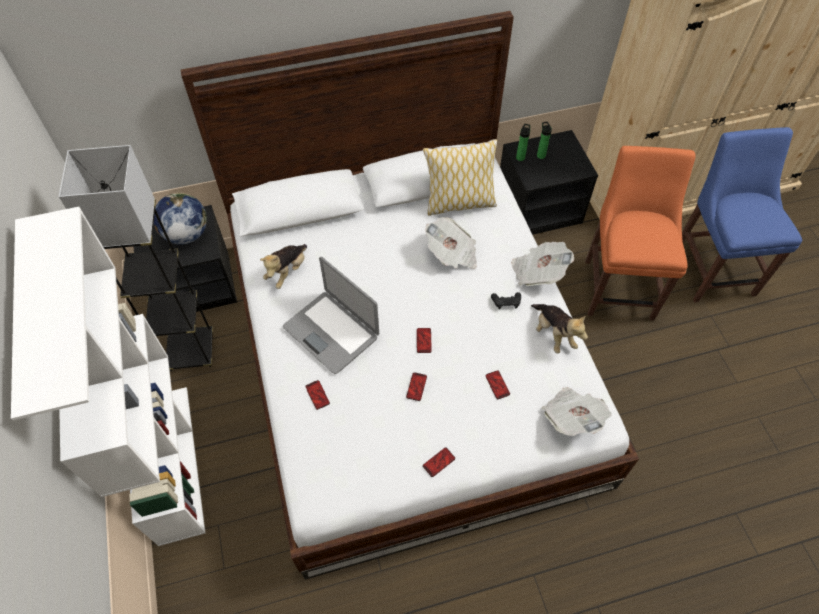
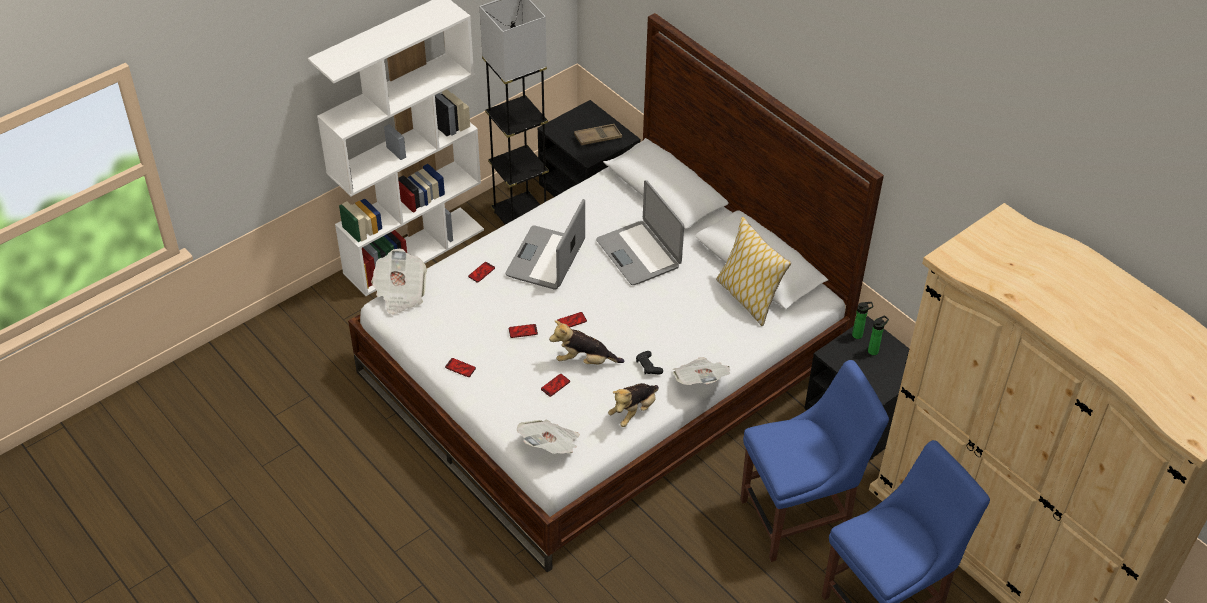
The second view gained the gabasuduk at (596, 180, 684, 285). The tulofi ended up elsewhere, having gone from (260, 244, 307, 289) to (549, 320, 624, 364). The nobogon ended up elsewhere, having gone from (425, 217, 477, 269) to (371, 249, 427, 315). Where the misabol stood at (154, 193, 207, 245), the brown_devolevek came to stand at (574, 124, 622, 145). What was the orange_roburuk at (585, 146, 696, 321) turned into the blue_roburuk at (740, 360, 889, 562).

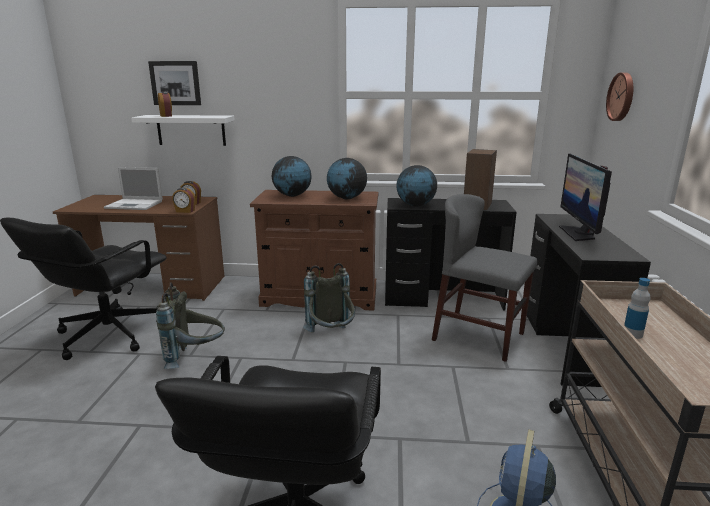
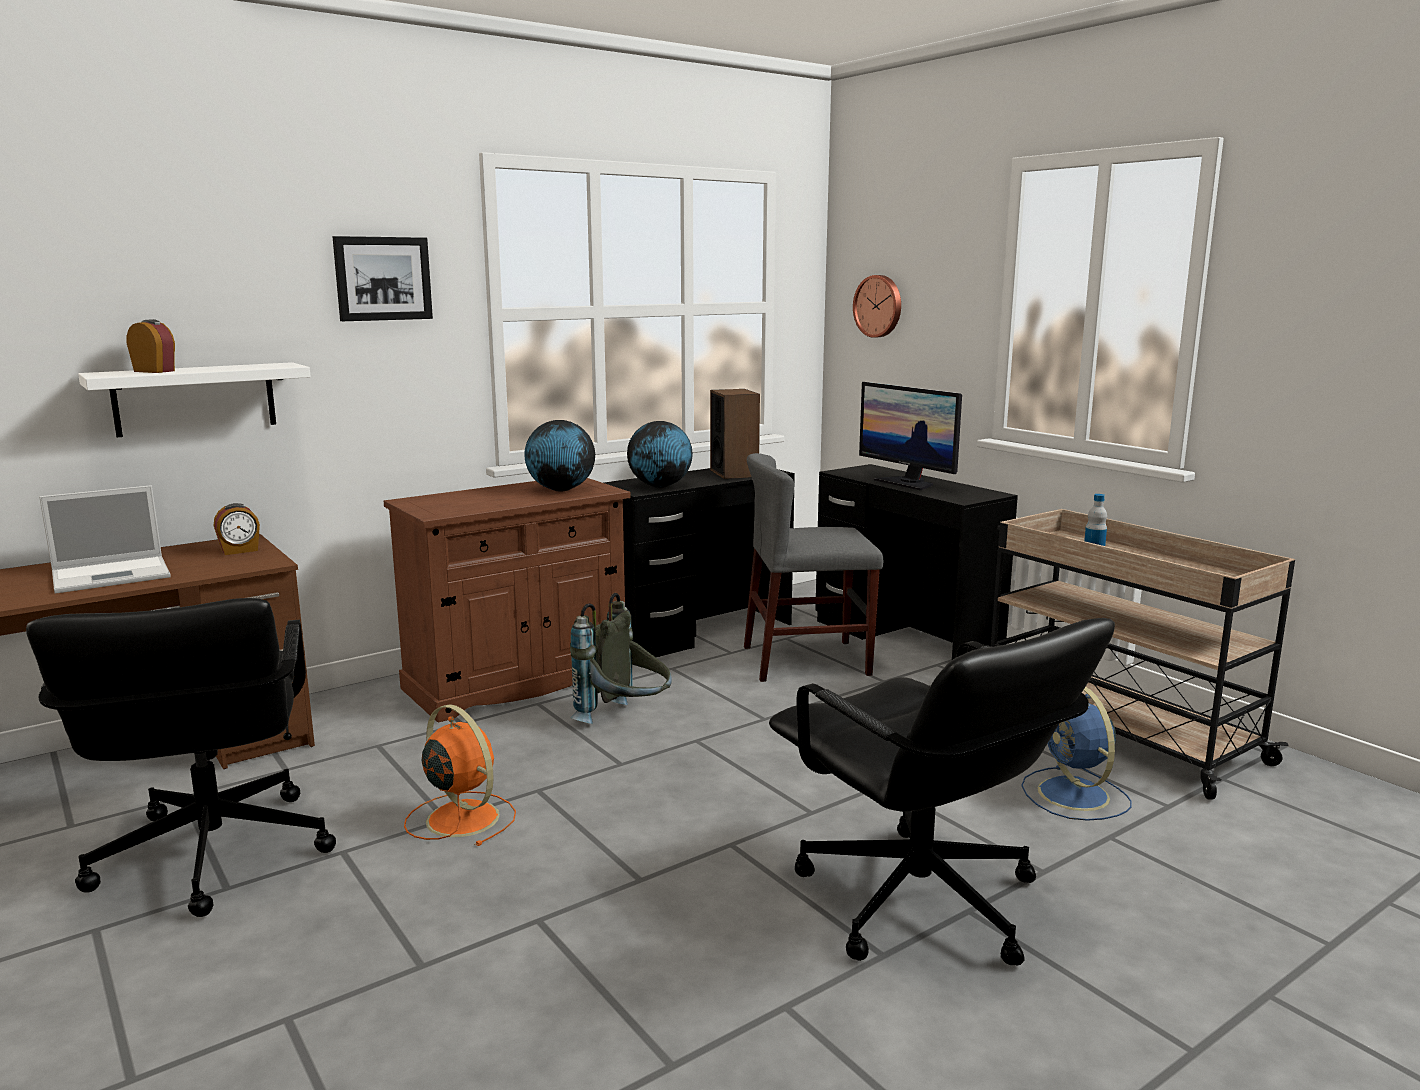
The second view lost the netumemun at (172, 188, 195, 213). The second view lost the misabol at (272, 156, 312, 197). The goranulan ended up elsewhere, having gone from (148, 61, 201, 105) to (332, 236, 433, 321). Where the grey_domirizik stood at (156, 282, 225, 369), the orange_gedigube came to stand at (404, 704, 516, 846).

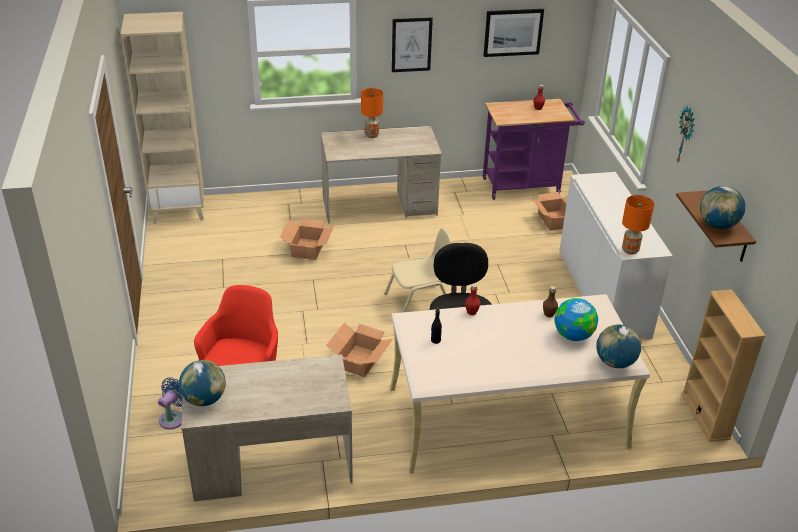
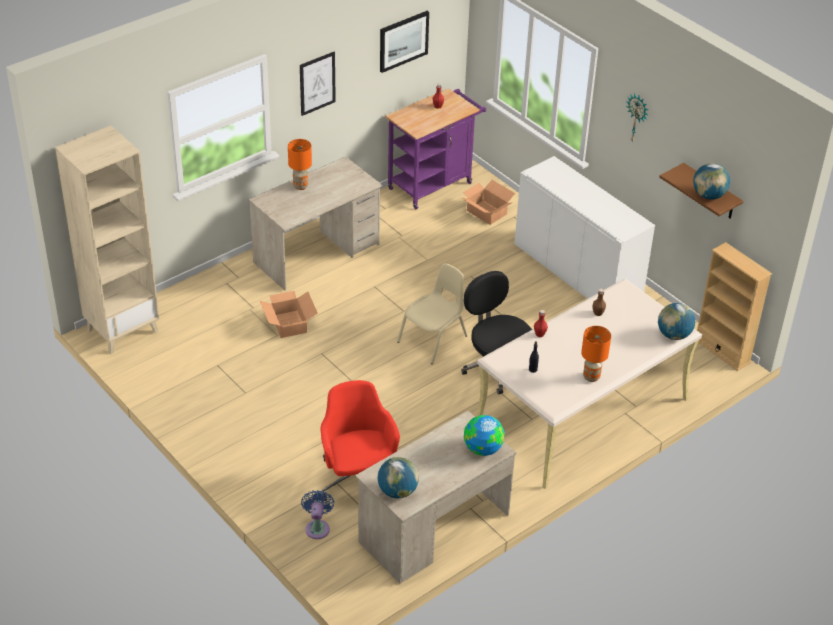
The second view lost the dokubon at (326, 323, 393, 377). The misabol ended up elsewhere, having gone from (554, 298, 598, 341) to (464, 415, 504, 456). The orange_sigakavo ended up elsewhere, having gone from (622, 195, 654, 254) to (581, 326, 611, 382).

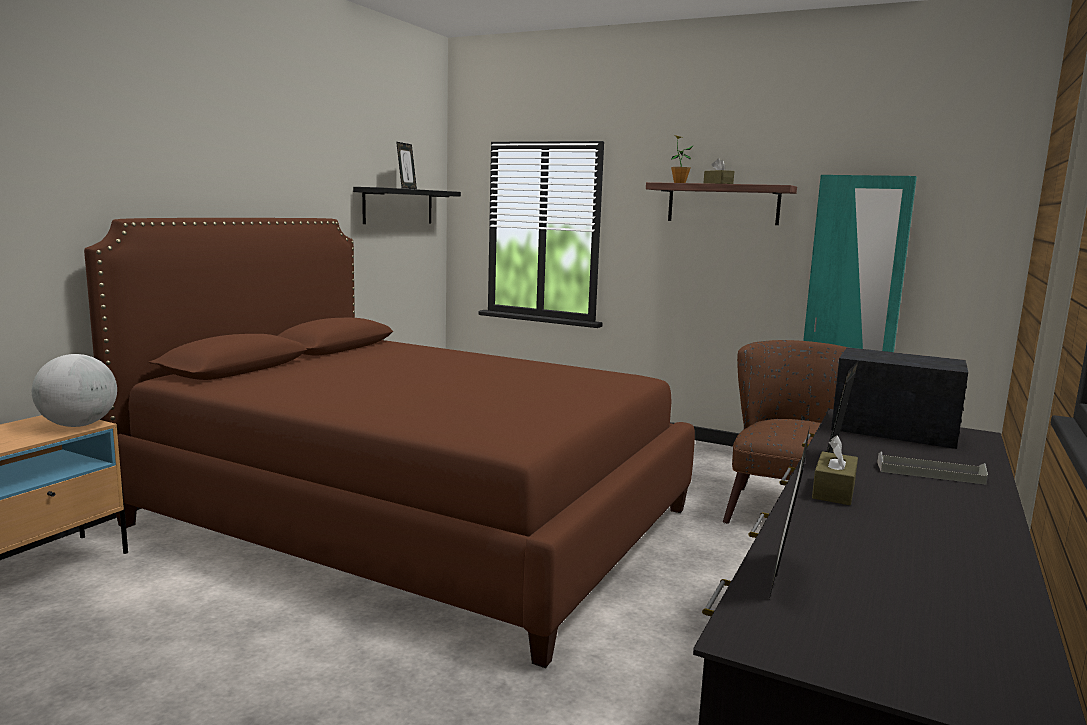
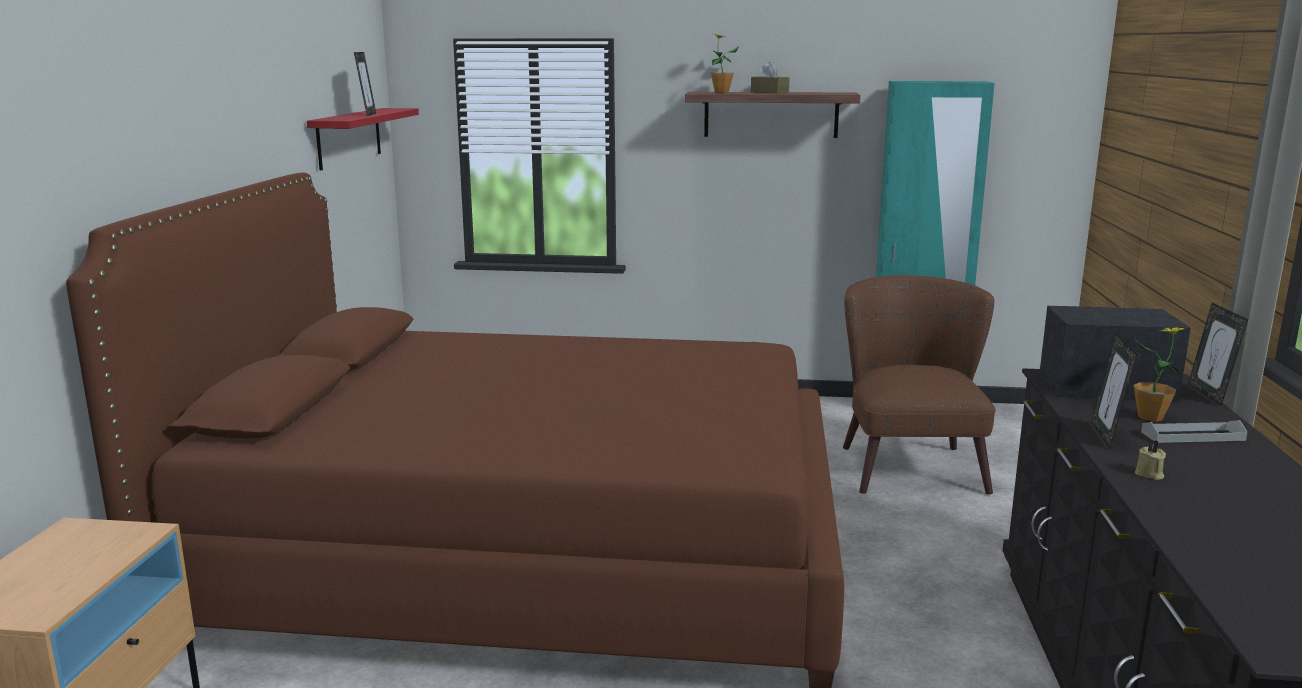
The second view lost the misabol at (32, 354, 117, 427). The second view gained the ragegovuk at (1134, 327, 1188, 422). The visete ended up elsewhere, having gone from (769, 426, 810, 599) to (1188, 303, 1248, 406). Where the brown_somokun stood at (812, 436, 858, 505), the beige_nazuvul came to stand at (1135, 439, 1166, 480). What was the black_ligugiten at (353, 187, 461, 224) turned into the red_ligugiten at (307, 108, 419, 171).

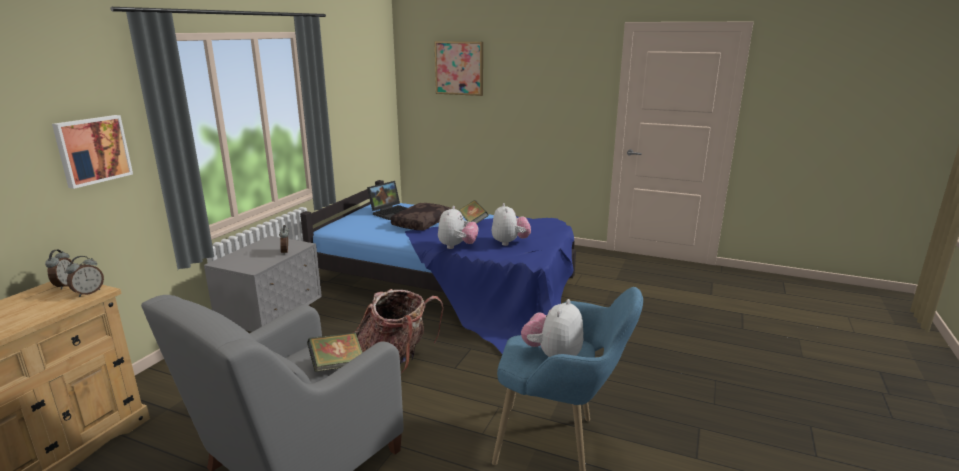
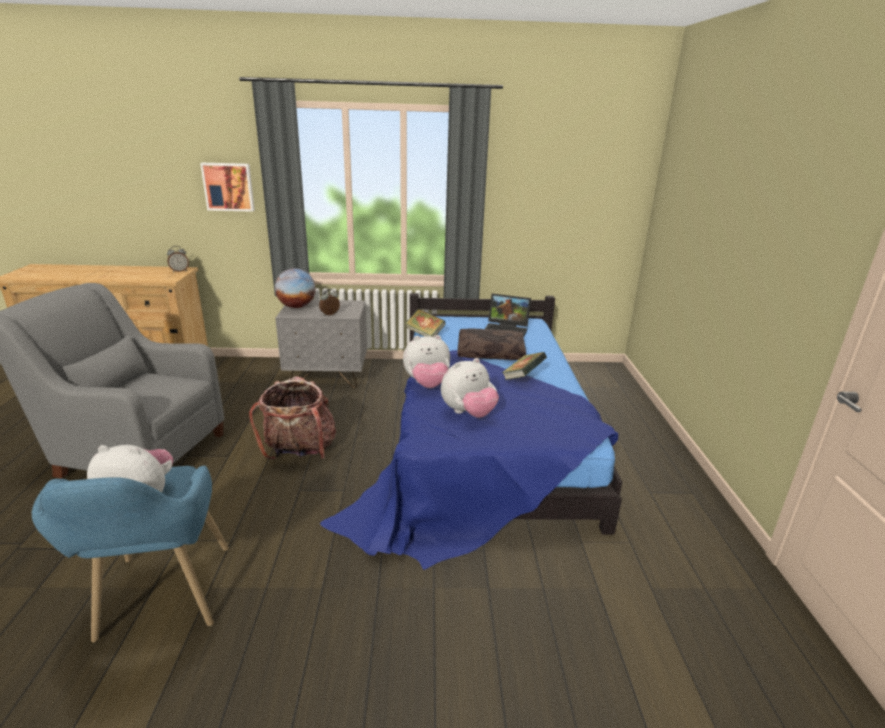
The second view lost the netumemun at (66, 256, 104, 297). The second view lost the goranulan at (434, 41, 483, 96). The second view gained the misabol at (275, 268, 316, 308). The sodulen ended up elsewhere, having gone from (307, 332, 363, 372) to (405, 309, 446, 337).

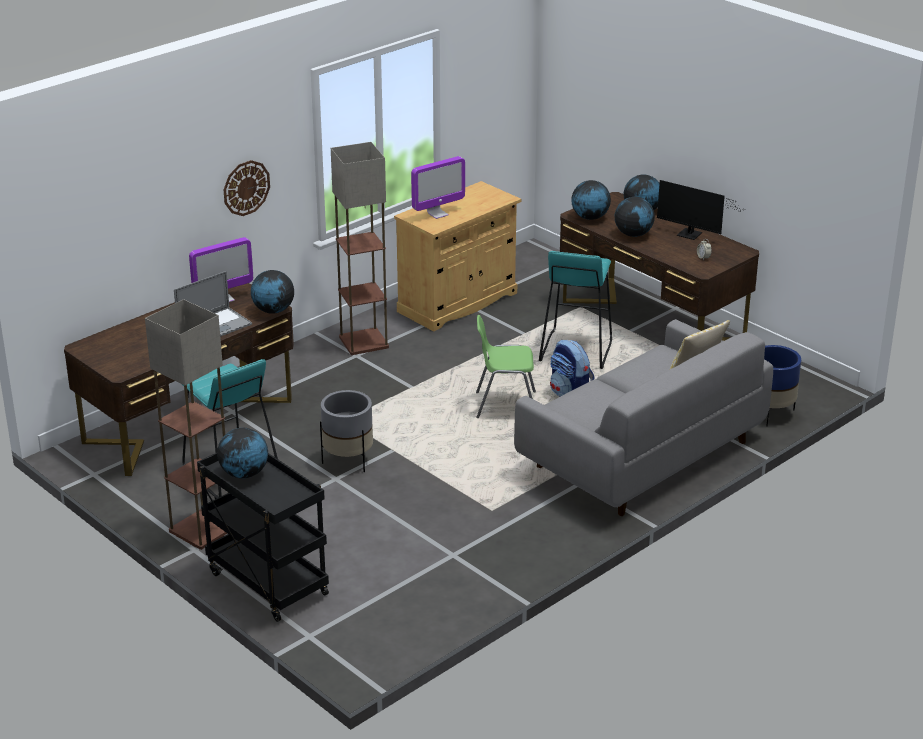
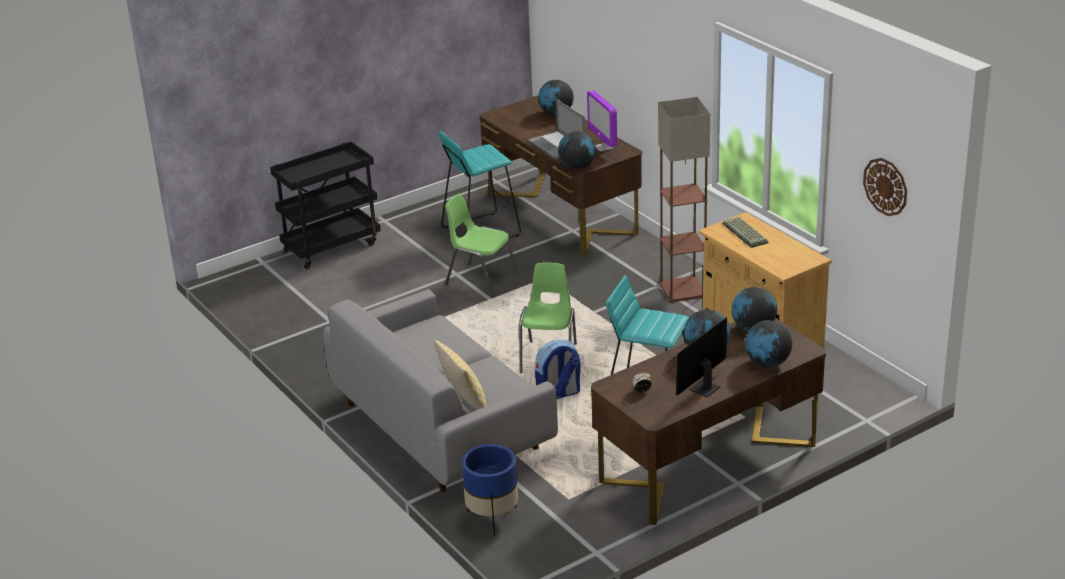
The second view lost the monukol at (145, 299, 229, 550). The misabol ended up elsewhere, having gone from (217, 428, 268, 478) to (538, 80, 574, 115). The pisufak ended up elsewhere, having gone from (223, 160, 270, 216) to (863, 158, 907, 216). Where the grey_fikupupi stood at (320, 390, 373, 472), the green_roburuk came to stand at (445, 194, 519, 298). Where the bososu stood at (411, 156, 465, 219), the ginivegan came to stand at (722, 217, 769, 248).

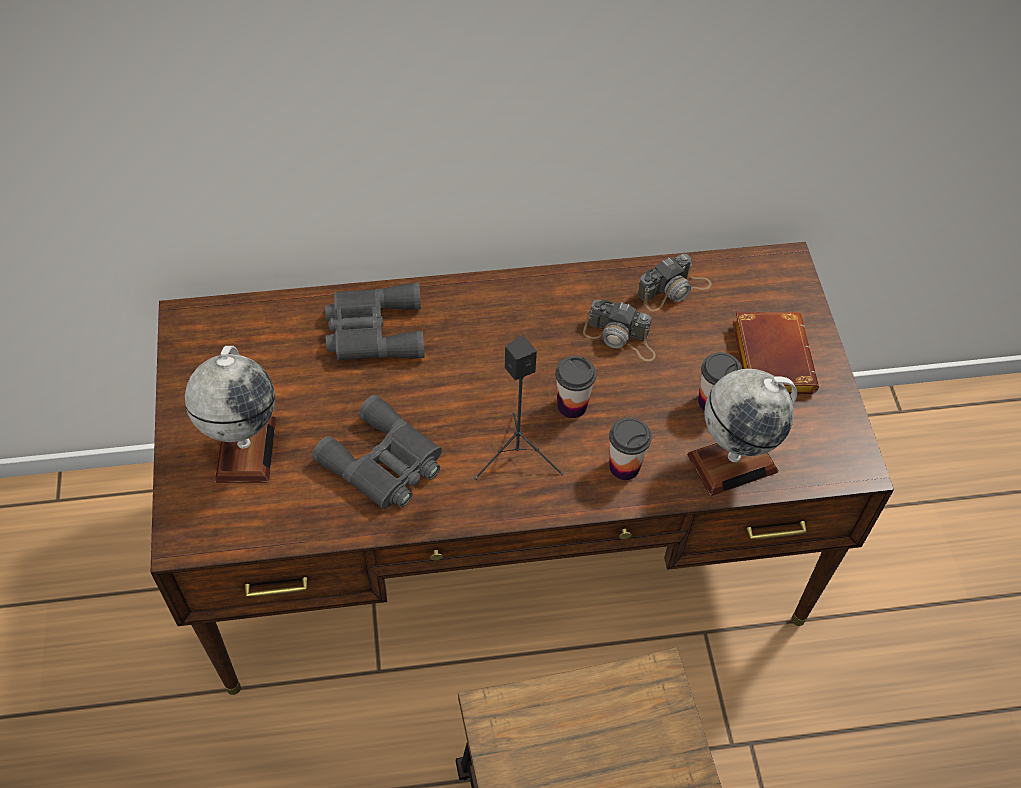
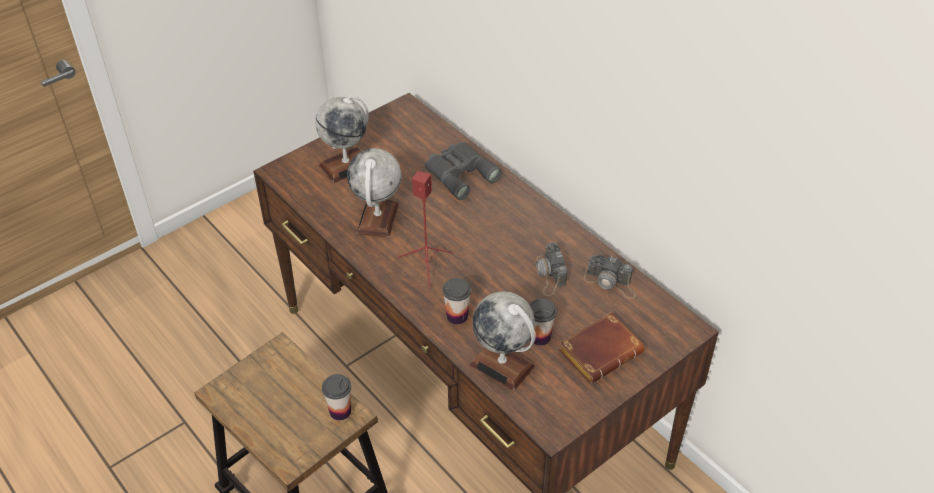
The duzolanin ended up elsewhere, having gone from (555, 356, 596, 418) to (322, 374, 351, 420). Where the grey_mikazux stood at (312, 395, 442, 509), the misabol came to stand at (347, 148, 401, 237). What was the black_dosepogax at (474, 335, 563, 480) turned into the red_dosepogax at (397, 171, 455, 292).

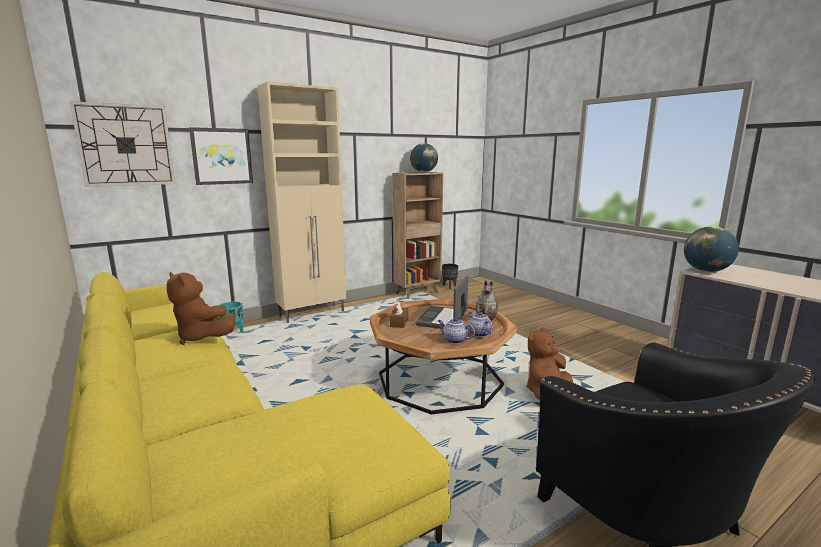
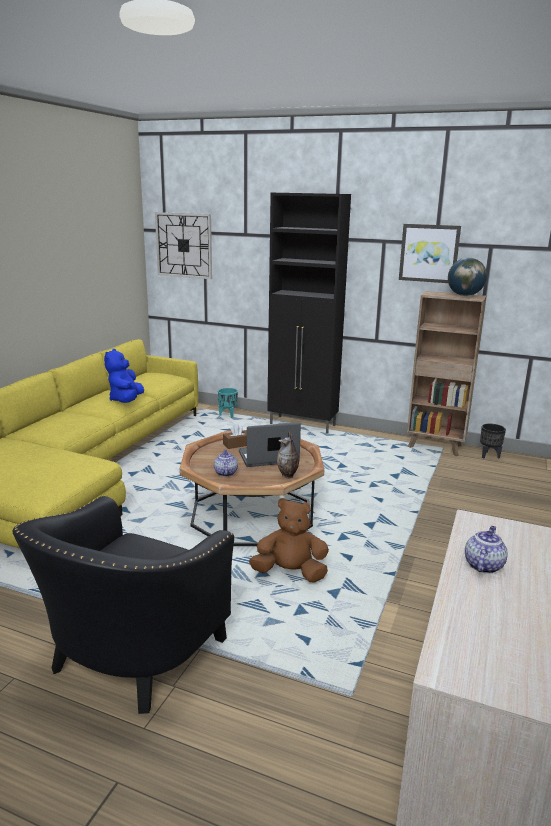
The second view lost the misabol at (684, 226, 739, 272). The goranulan ended up elsewhere, having gone from (189, 127, 253, 185) to (399, 224, 461, 283). The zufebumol ended up elsewhere, having gone from (468, 312, 493, 337) to (465, 526, 508, 573). What was the brown_tulofi at (166, 272, 235, 345) turned into the blue_tulofi at (104, 349, 144, 403). What was the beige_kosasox at (257, 82, 346, 323) turned into the black_kosasox at (267, 193, 351, 433).

